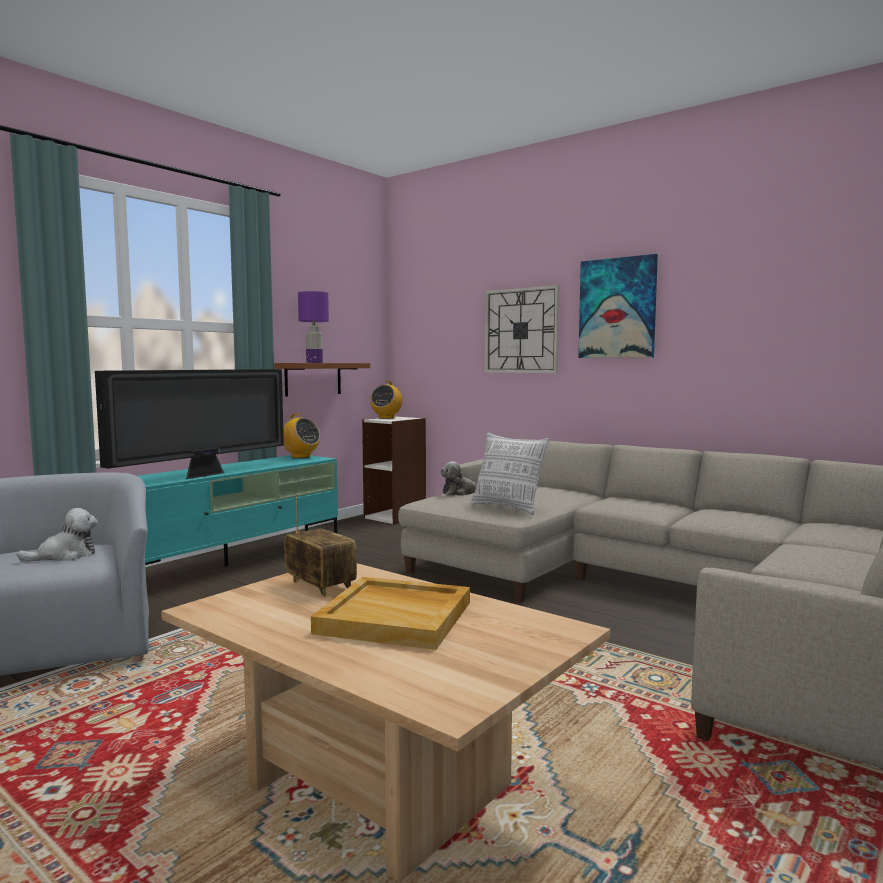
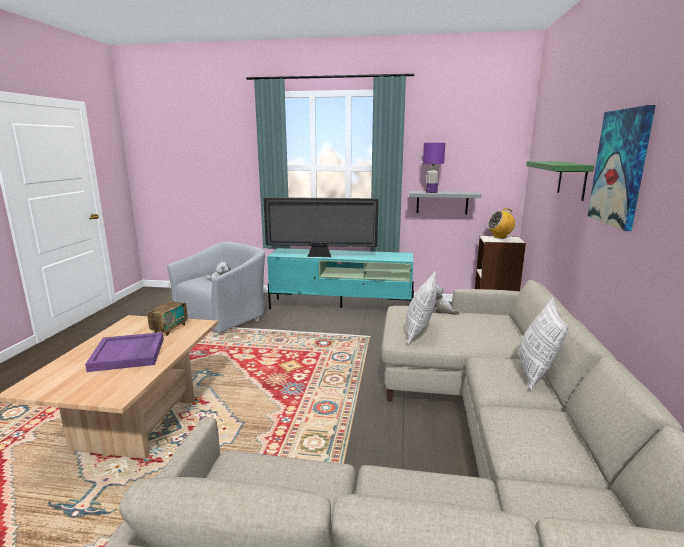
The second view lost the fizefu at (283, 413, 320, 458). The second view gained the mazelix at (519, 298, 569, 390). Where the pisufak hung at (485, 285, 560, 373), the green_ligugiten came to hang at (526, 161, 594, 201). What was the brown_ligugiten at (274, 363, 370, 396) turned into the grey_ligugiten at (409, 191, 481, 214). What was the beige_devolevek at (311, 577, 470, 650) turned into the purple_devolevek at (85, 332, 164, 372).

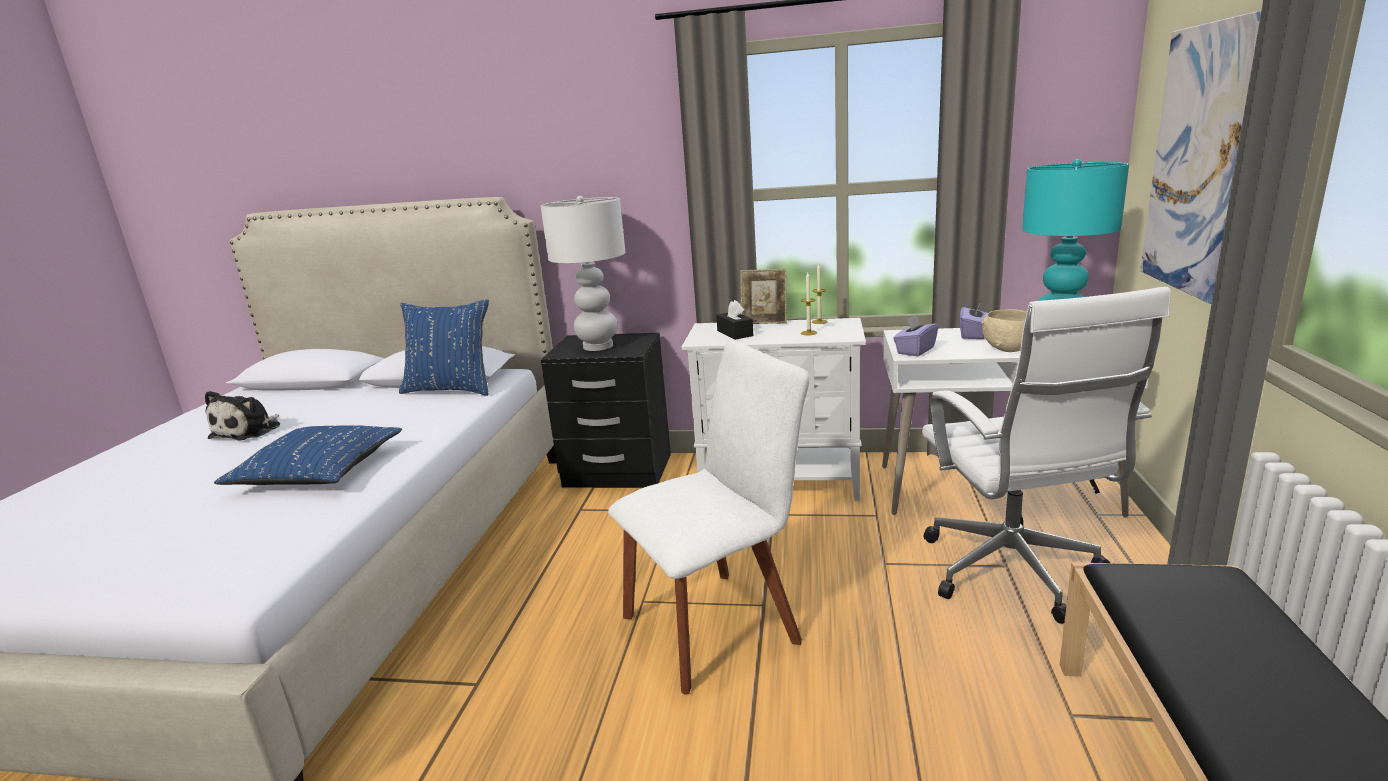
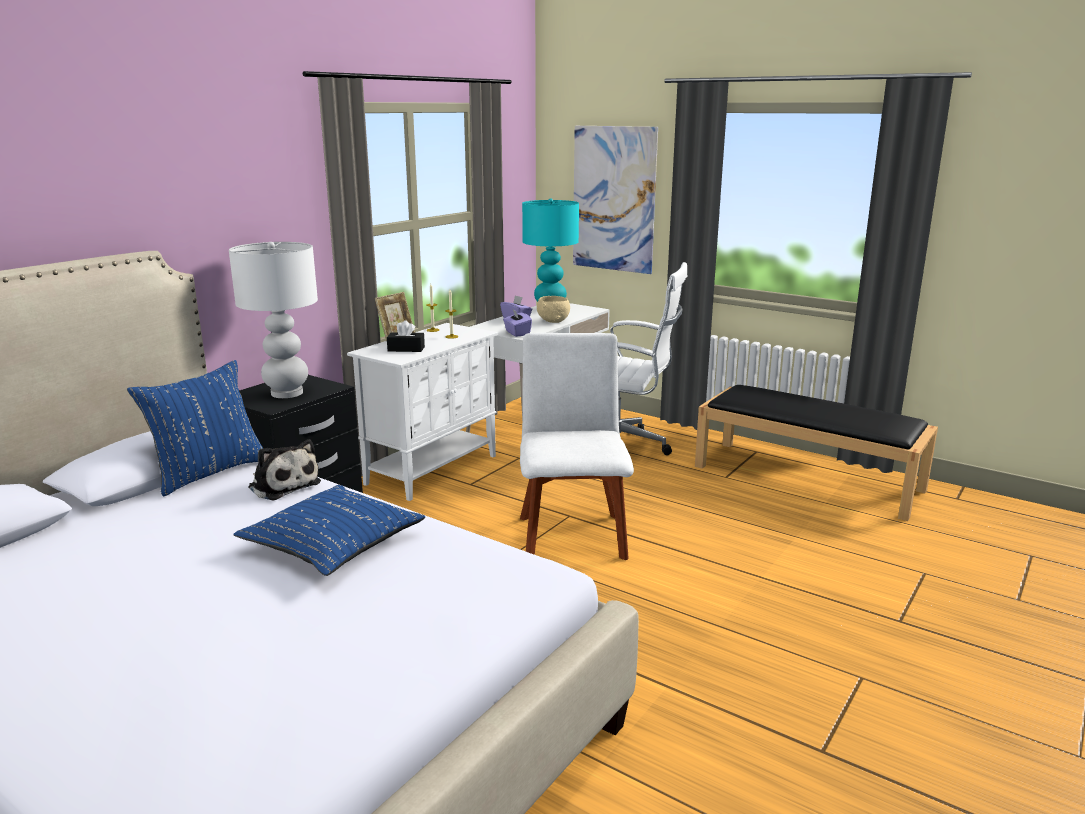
The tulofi ended up elsewhere, having gone from (205, 391, 280, 441) to (248, 439, 321, 500).

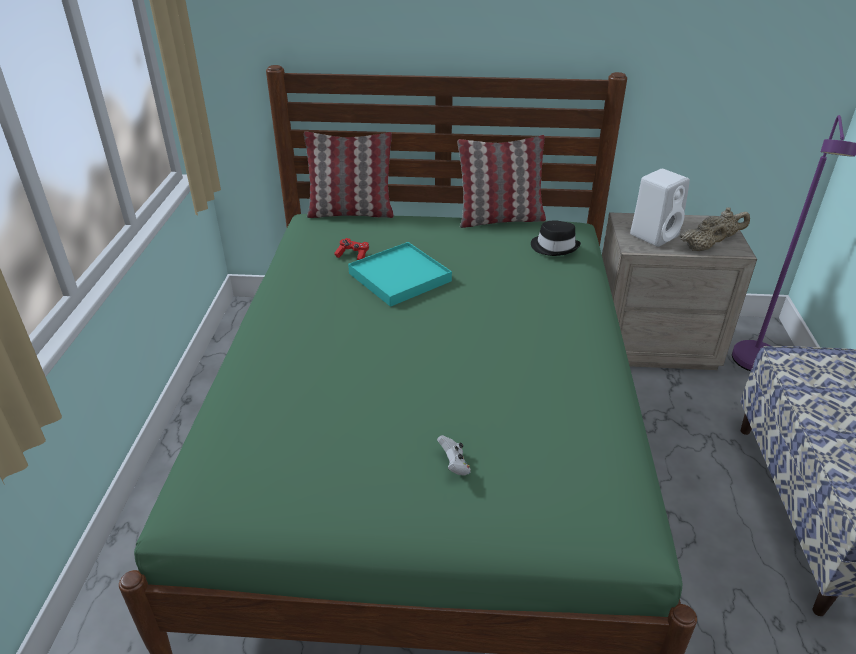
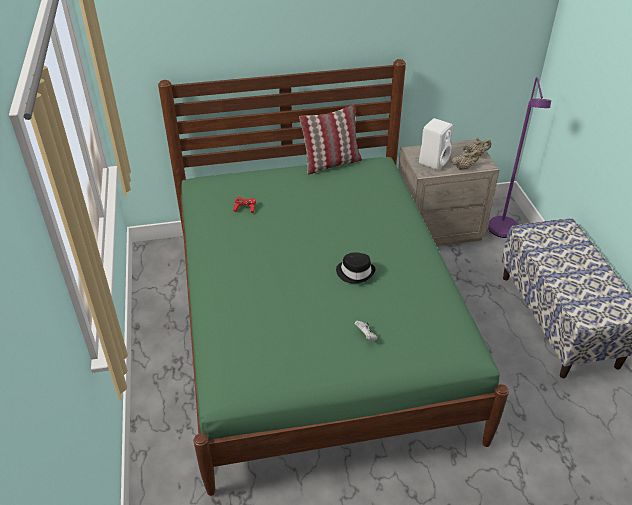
The second view lost the mazelix at (304, 132, 394, 218). The second view lost the turquoise_devolevek at (348, 242, 452, 307). The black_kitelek ended up elsewhere, having gone from (531, 220, 581, 256) to (336, 253, 375, 284).

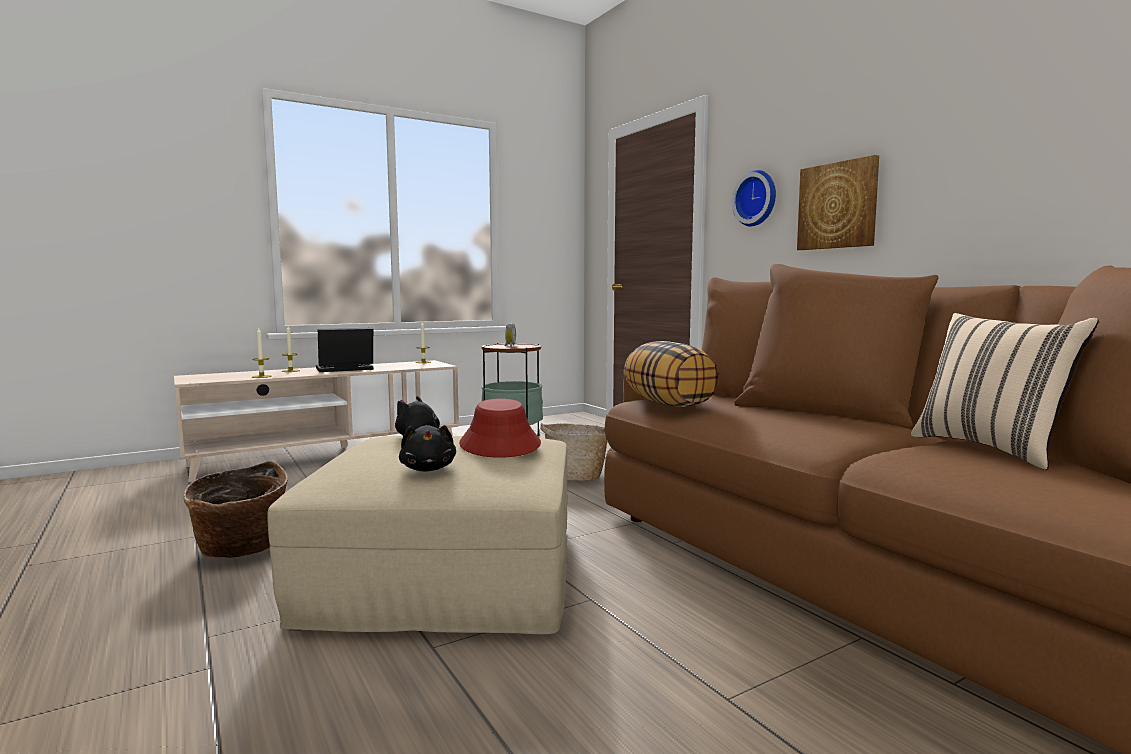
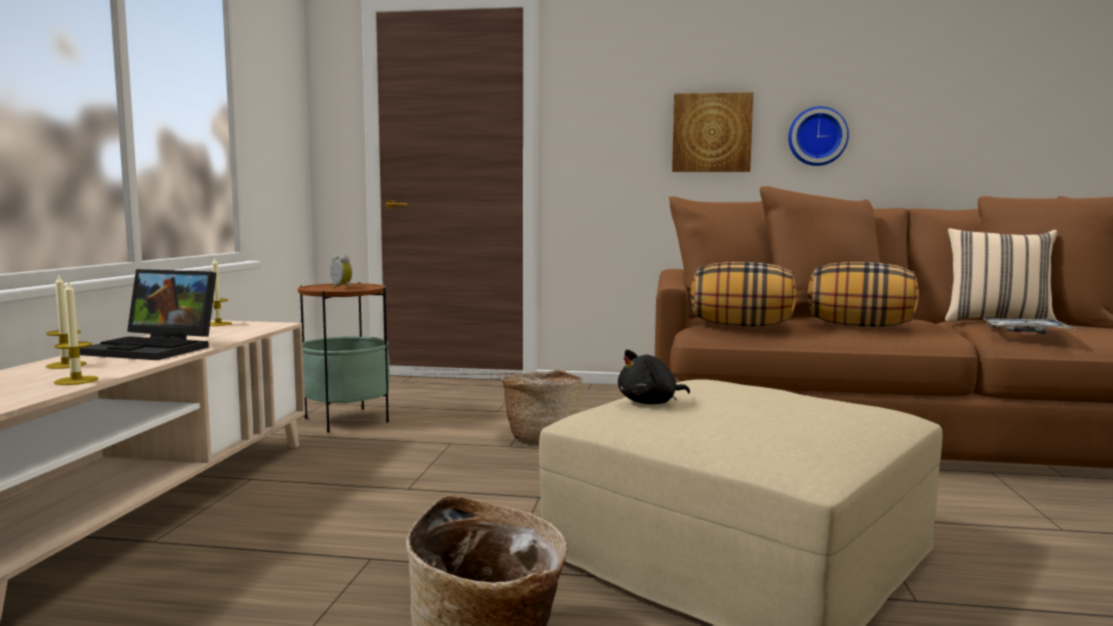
The second view lost the black_tulofi at (399, 425, 456, 471). The second view lost the red_kitelek at (459, 398, 541, 458). The second view gained the mazelix at (807, 262, 919, 327). The second view gained the devolevek at (983, 318, 1077, 334). The pisufak ended up elsewhere, having gone from (732, 170, 776, 227) to (788, 106, 849, 166). The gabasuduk at (316, 328, 373, 372) ended up facing another way, 90 degrees counterclockwise from before.

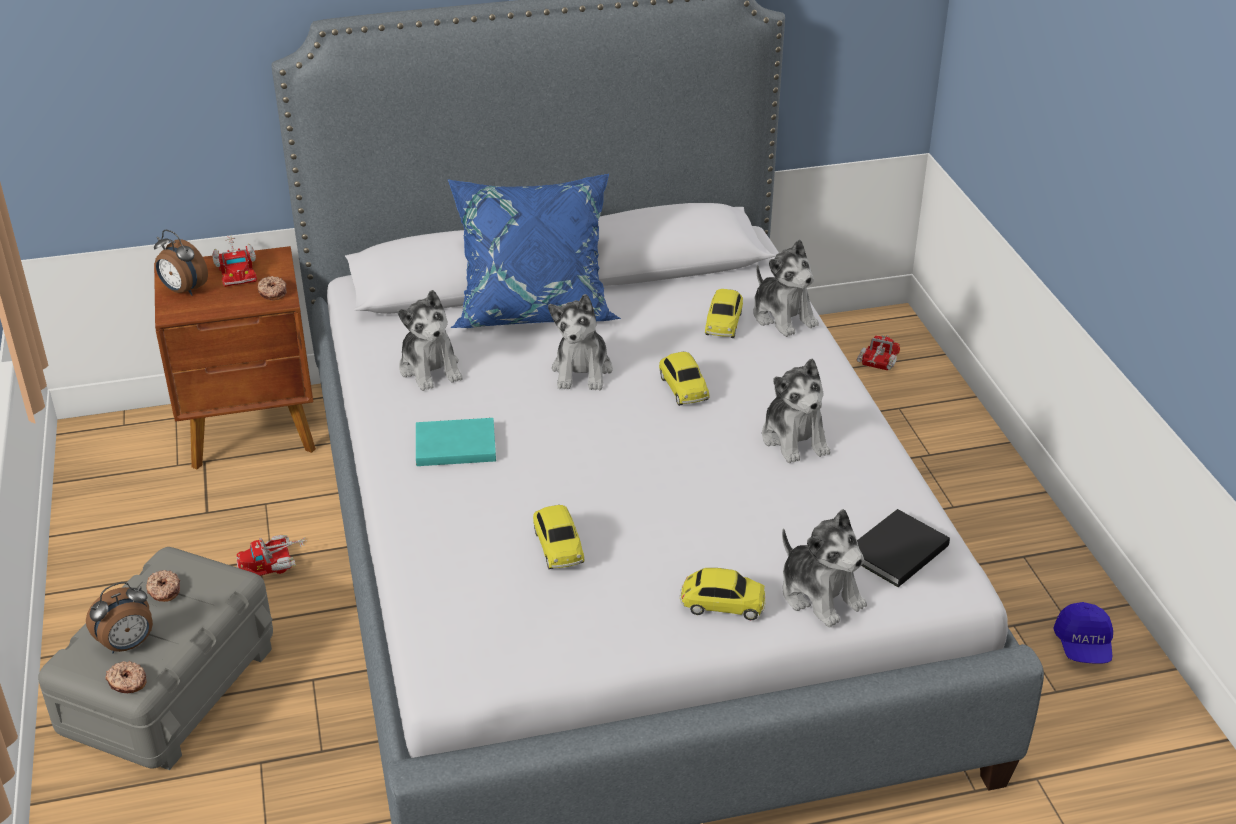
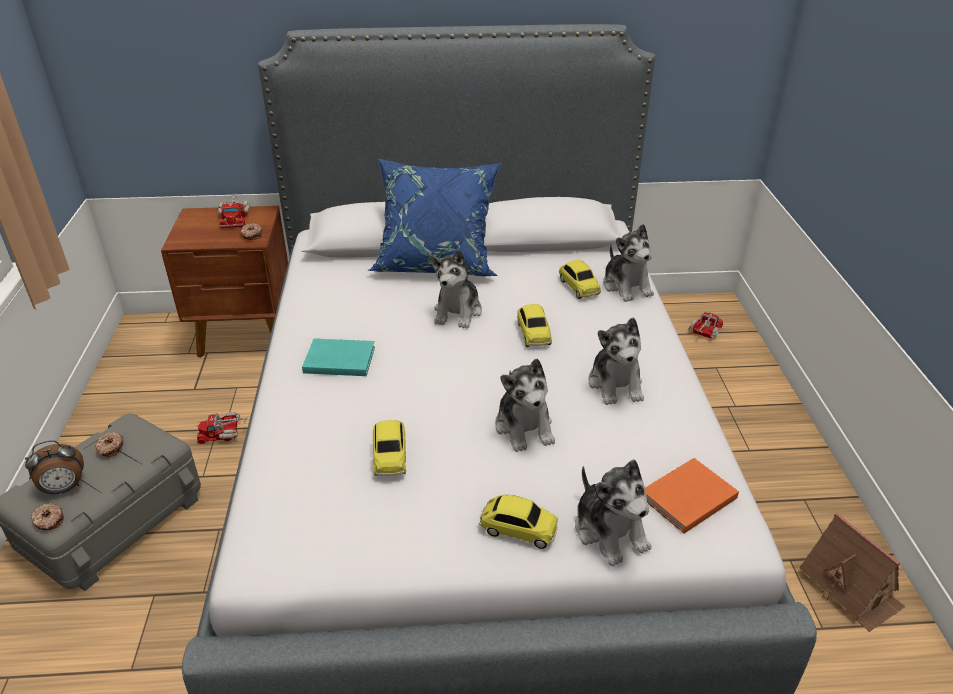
The second view lost the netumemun at (154, 230, 208, 296). The tulofi ended up elsewhere, having gone from (398, 290, 463, 391) to (495, 359, 555, 452). Where the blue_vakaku stood at (1053, 602, 1113, 664), the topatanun came to stand at (799, 513, 906, 632). What was the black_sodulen at (857, 509, 950, 587) turned into the orange_sodulen at (645, 458, 739, 533). The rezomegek at (705, 289, 743, 338) ended up facing another way, 45 degrees counterclockwise from before.

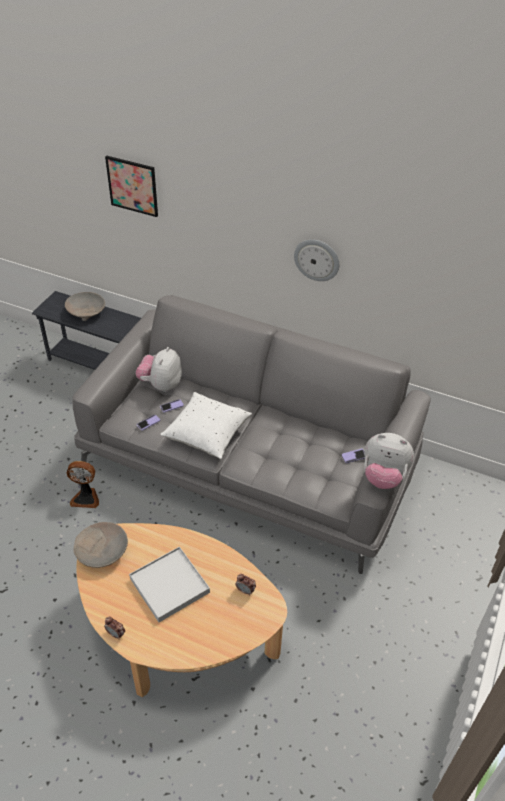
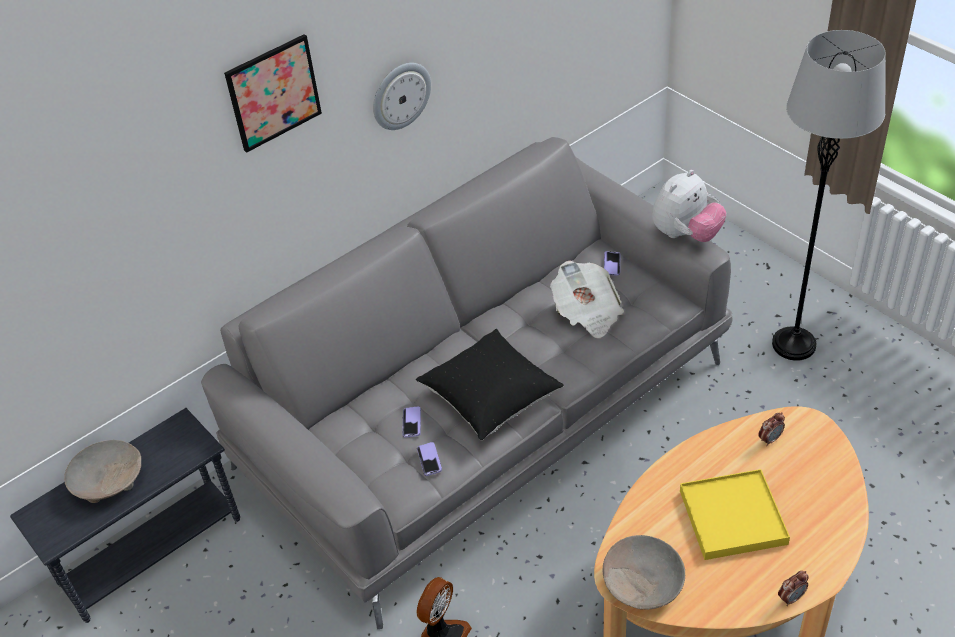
The second view lost the tulofi at (136, 347, 182, 392). The second view gained the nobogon at (550, 261, 624, 338). The second view gained the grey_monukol at (772, 30, 886, 361). The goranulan ended up elsewhere, having gone from (105, 155, 158, 217) to (224, 34, 322, 153). What was the white_devolevek at (129, 547, 210, 622) turned into the yellow_devolevek at (680, 469, 790, 560). What was the white_mazelix at (160, 392, 252, 459) turned into the black_mazelix at (416, 329, 564, 441).

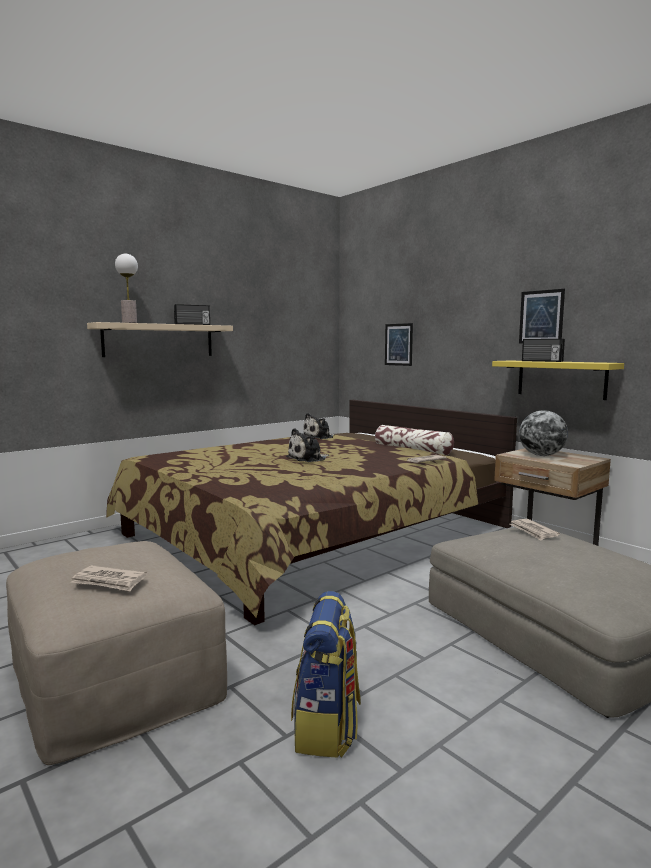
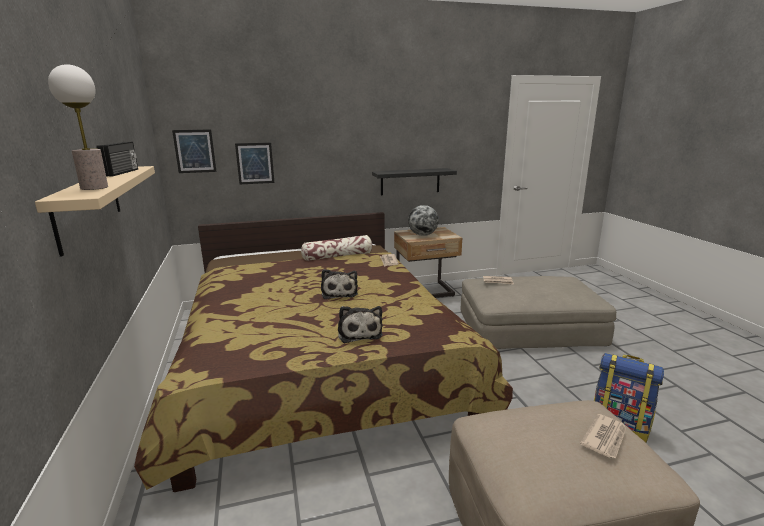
The second view lost the fizefu at (522, 339, 565, 362). The tulofi ended up elsewhere, having gone from (303, 413, 335, 439) to (338, 306, 383, 343). The goranulan ended up elsewhere, having gone from (519, 289, 565, 344) to (172, 129, 216, 173). What was the yellow_ligugiten at (492, 361, 624, 400) turned into the black_ligugiten at (372, 168, 457, 195).

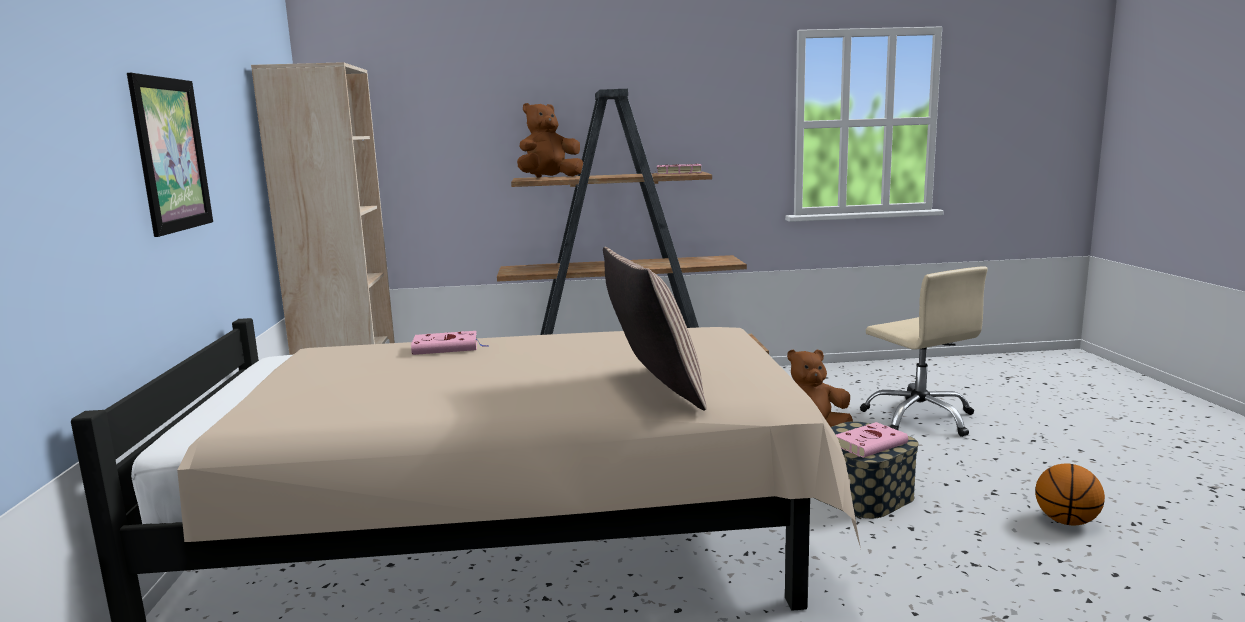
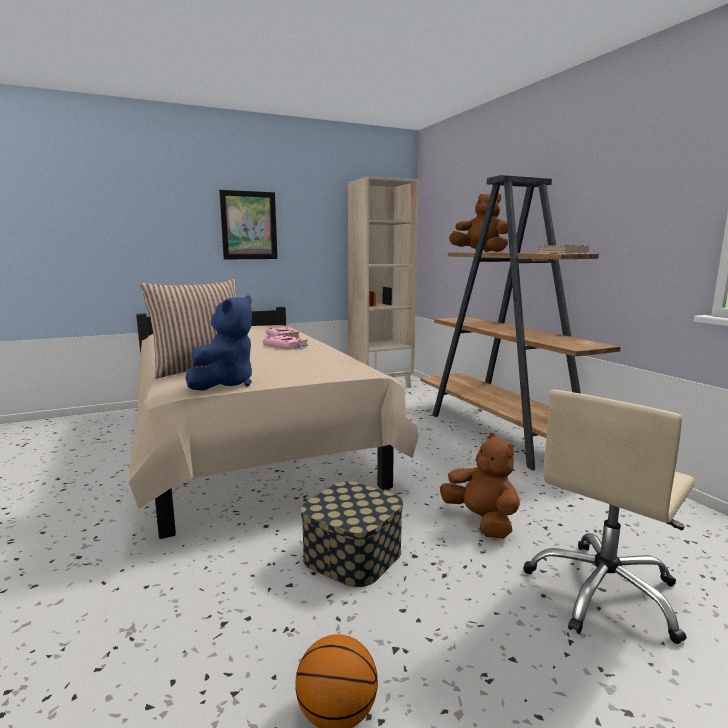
The second view gained the blue_tulofi at (185, 295, 252, 391). The pink_sodulen ended up elsewhere, having gone from (836, 422, 908, 458) to (263, 335, 308, 350).

